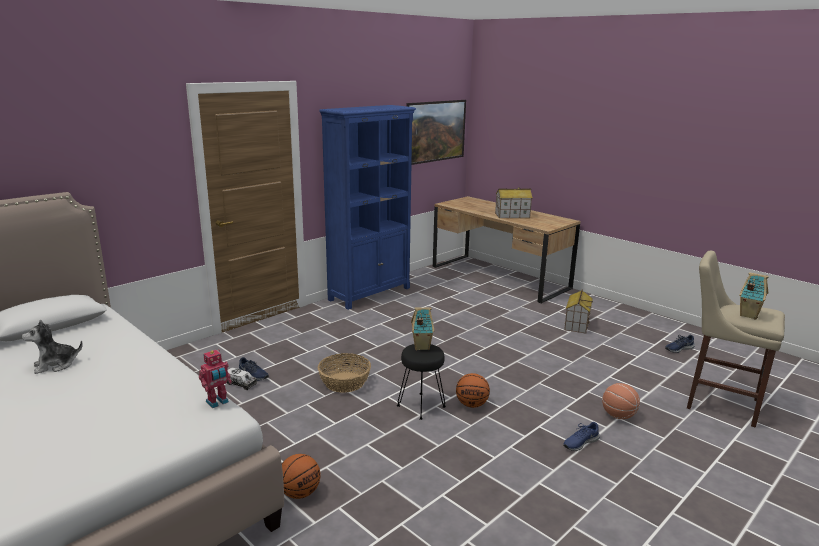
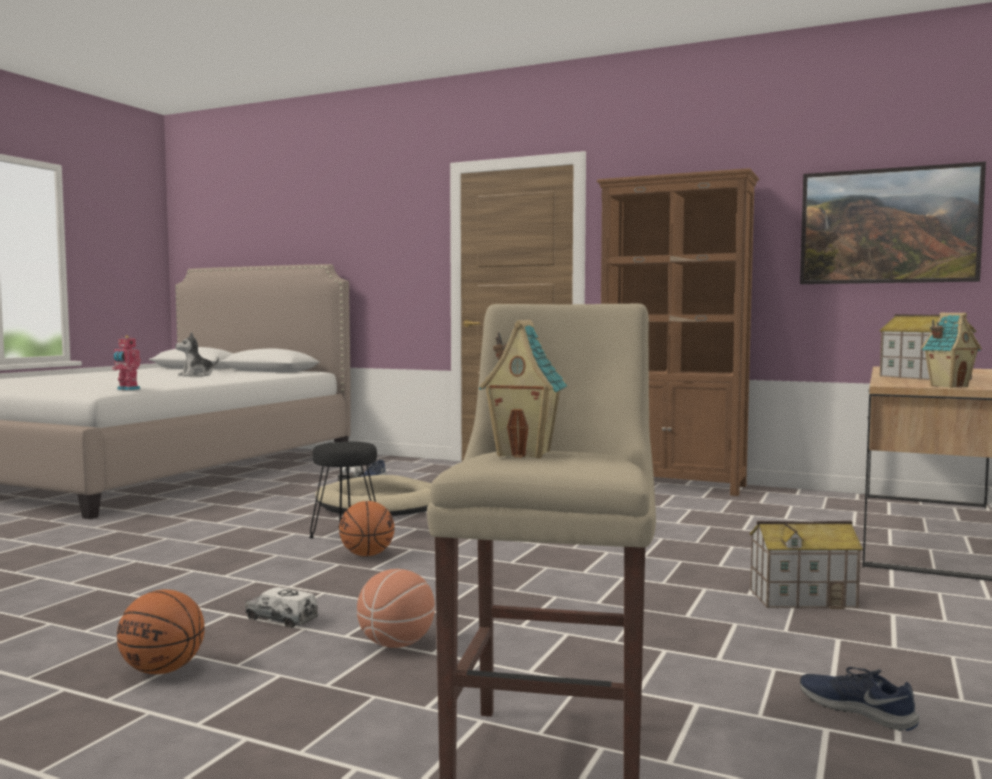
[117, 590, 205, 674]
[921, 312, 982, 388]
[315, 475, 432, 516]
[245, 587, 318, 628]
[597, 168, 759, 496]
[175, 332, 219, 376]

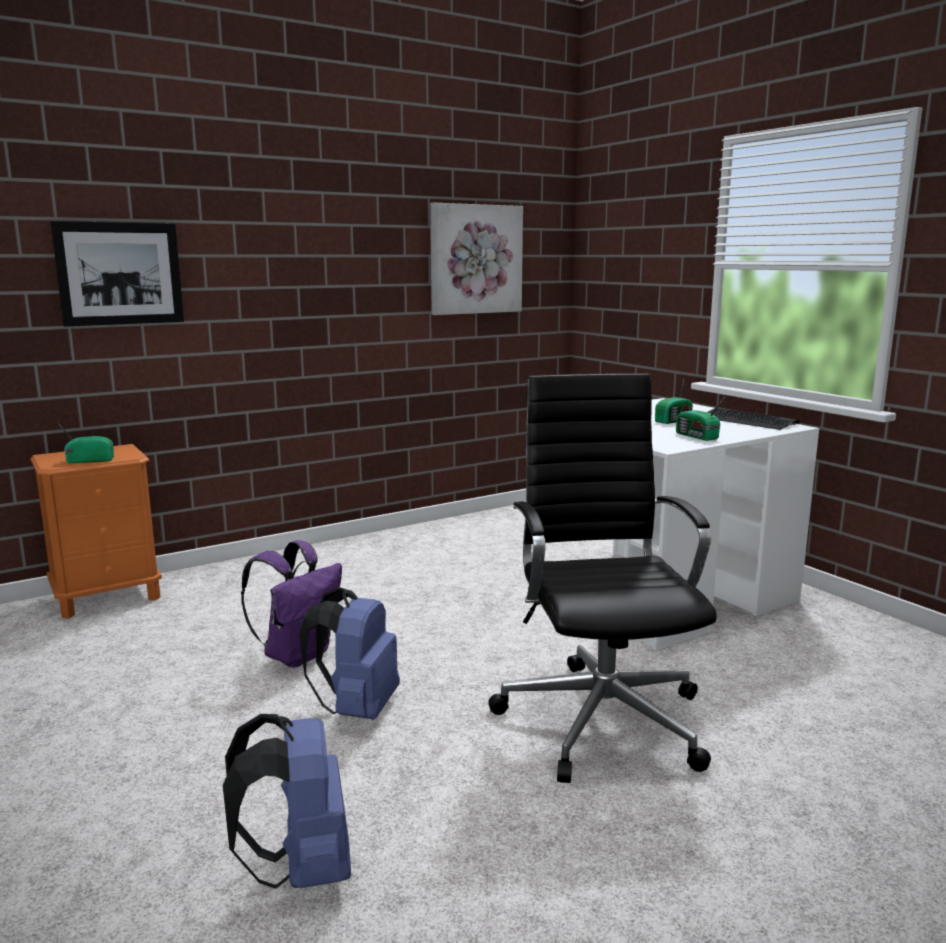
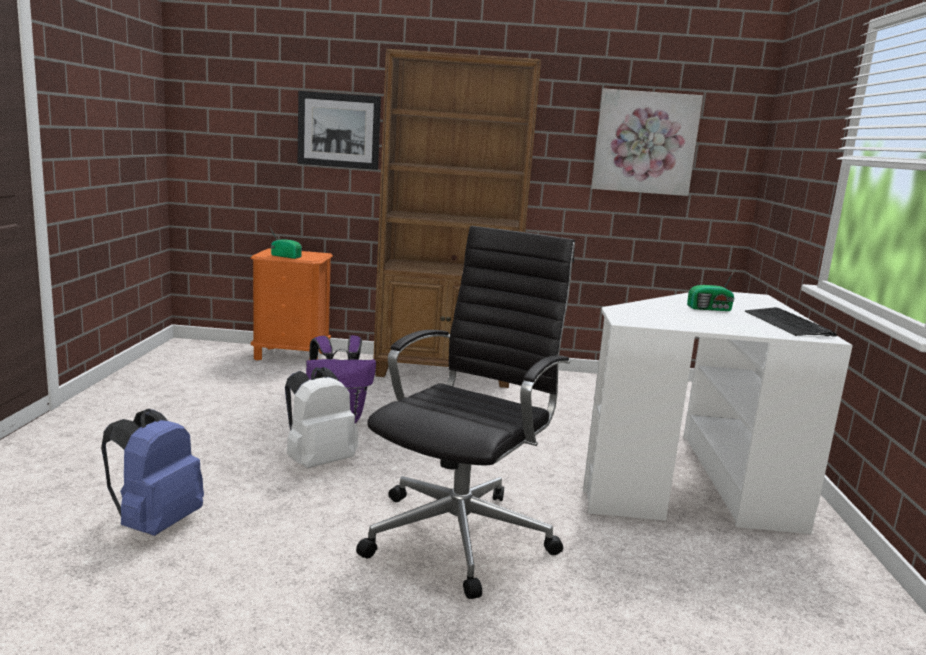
[676, 395, 726, 441] (first image)
[373, 49, 541, 388]
[285, 367, 358, 468]

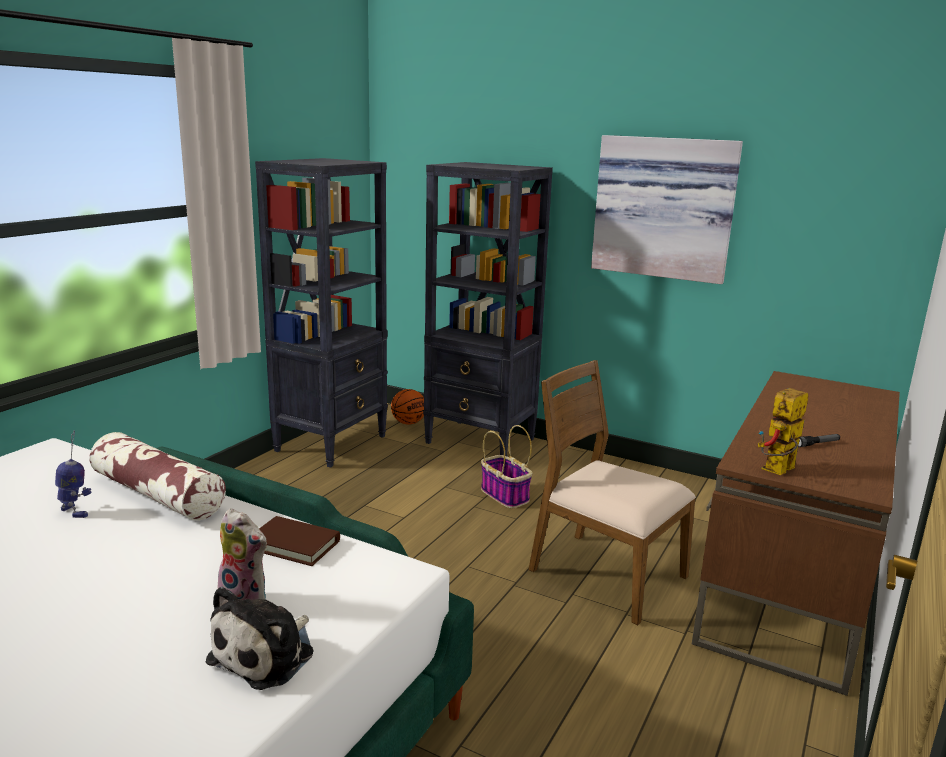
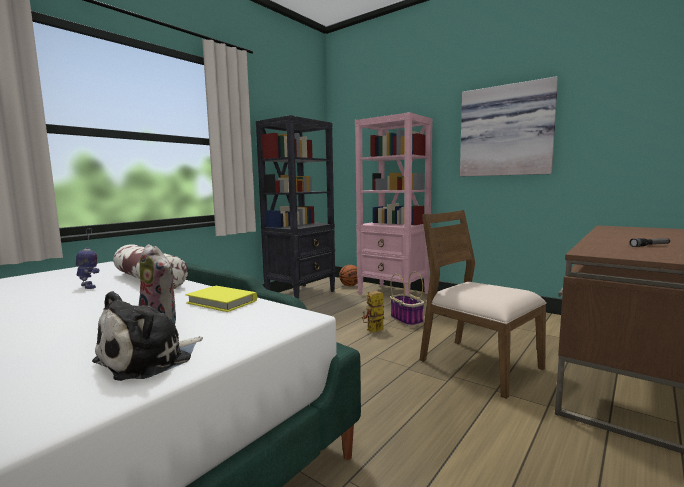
[362, 291, 384, 333]
[186, 286, 257, 312]
[355, 112, 433, 295]

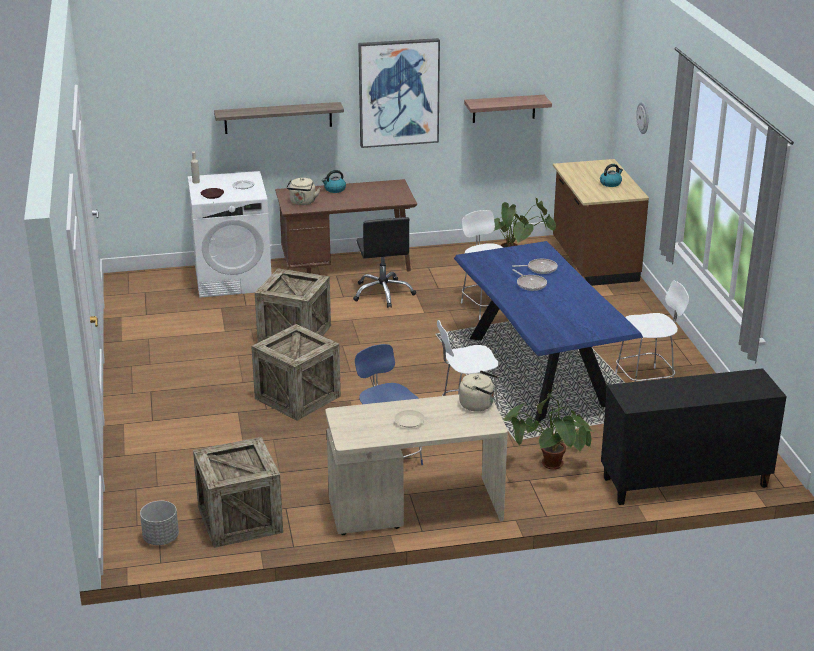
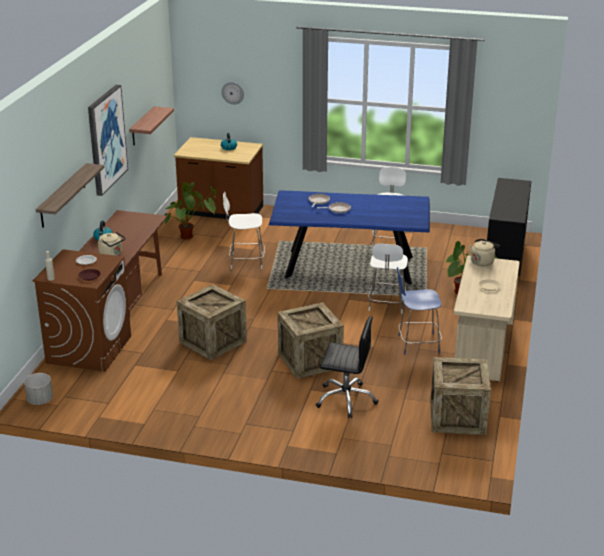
[24, 373, 53, 405]
[316, 316, 378, 418]
[32, 249, 131, 372]

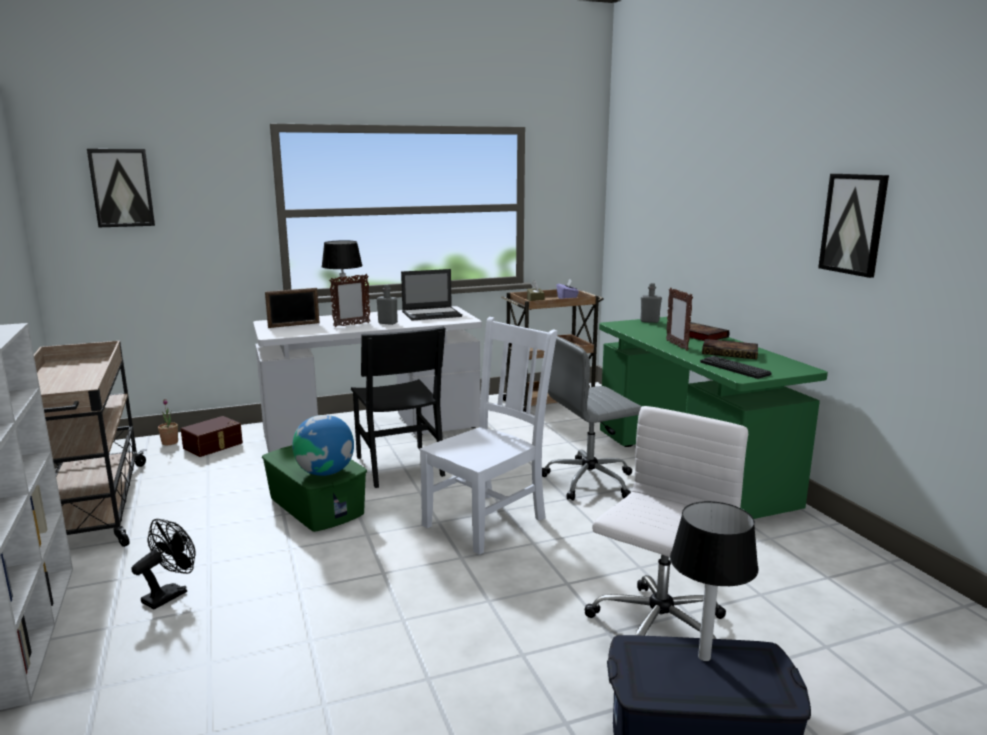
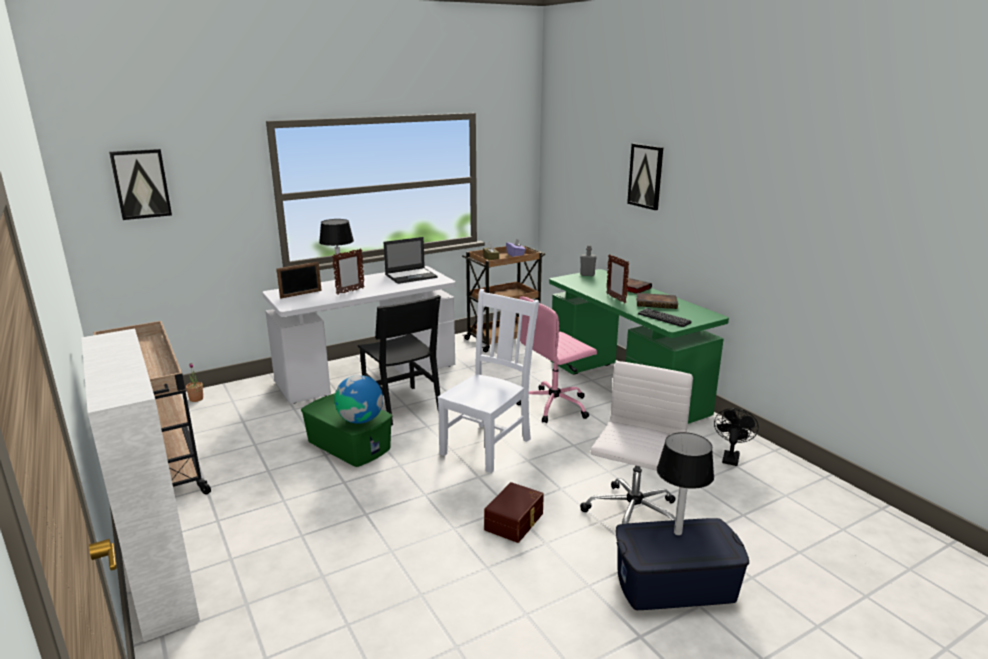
[377, 284, 398, 325] (first image)
[714, 408, 759, 466]
[484, 482, 544, 543]
[627, 144, 663, 210]
[516, 296, 597, 423]

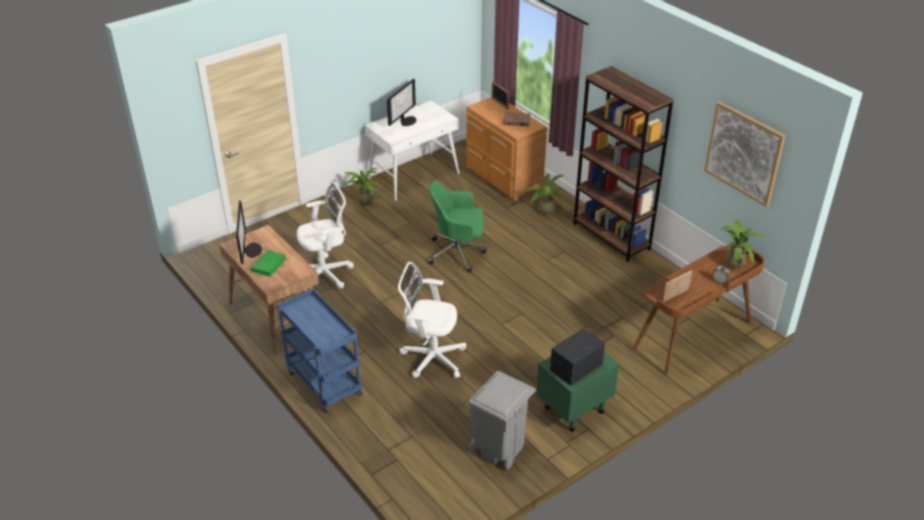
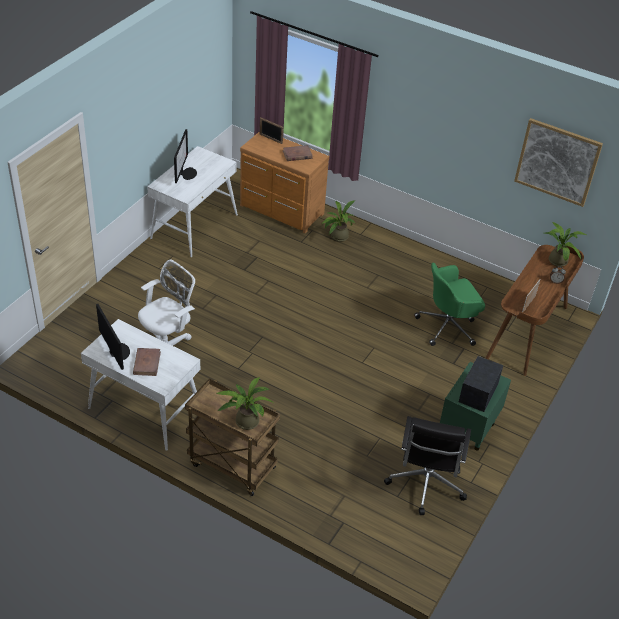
[398, 262, 466, 379] (first image)
[573, 66, 674, 262] (first image)
[217, 377, 274, 430]
[414, 263, 485, 346]
[384, 416, 471, 515]
[81, 319, 201, 451]
[133, 348, 161, 376]
[185, 379, 280, 496]

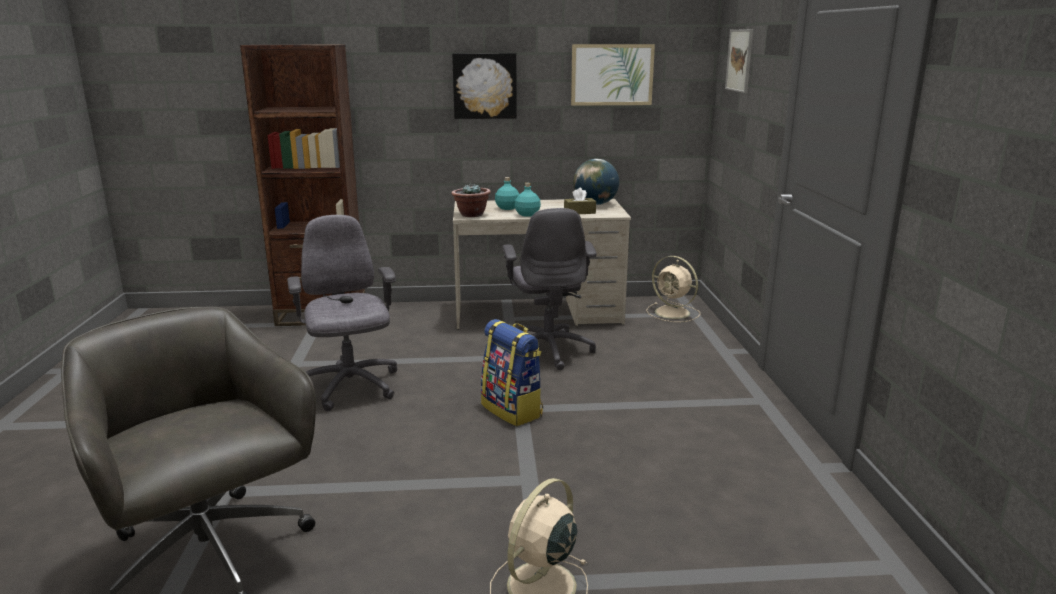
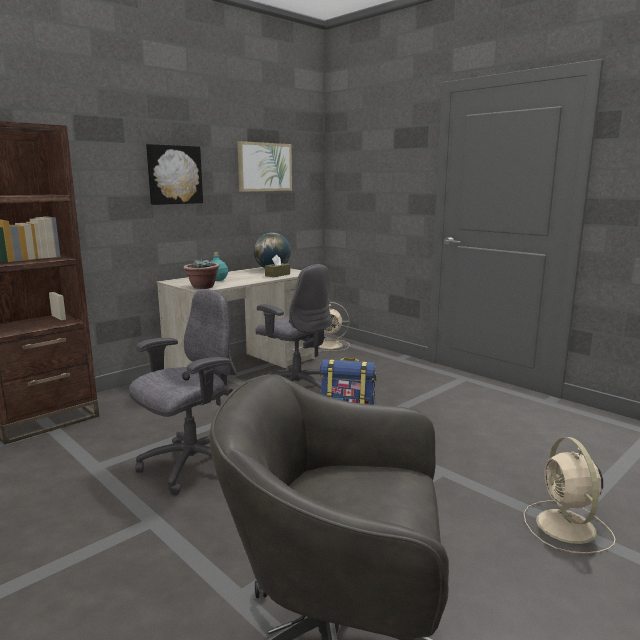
[515, 183, 541, 217] (first image)
[725, 29, 753, 93] (first image)
[129, 289, 236, 495]

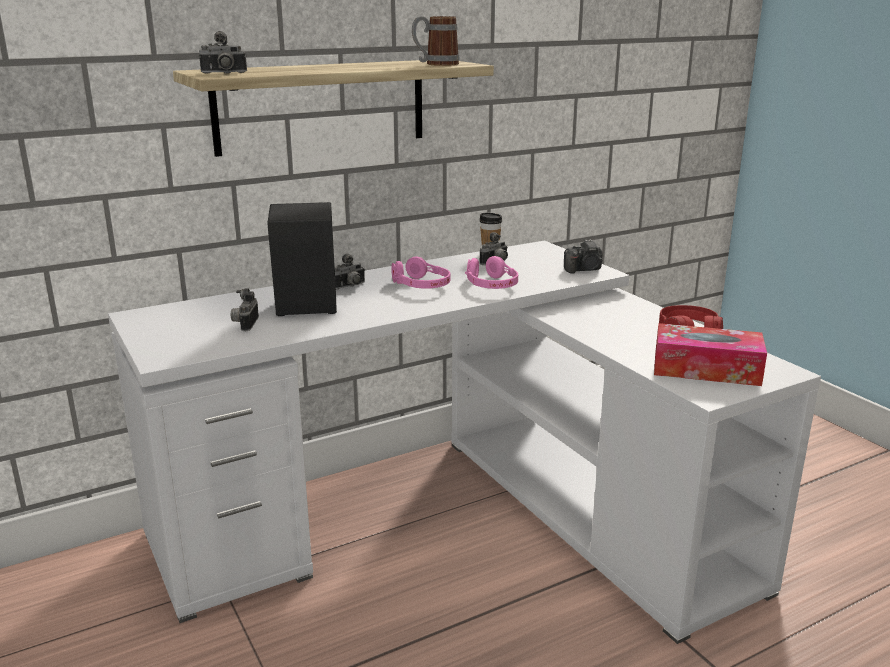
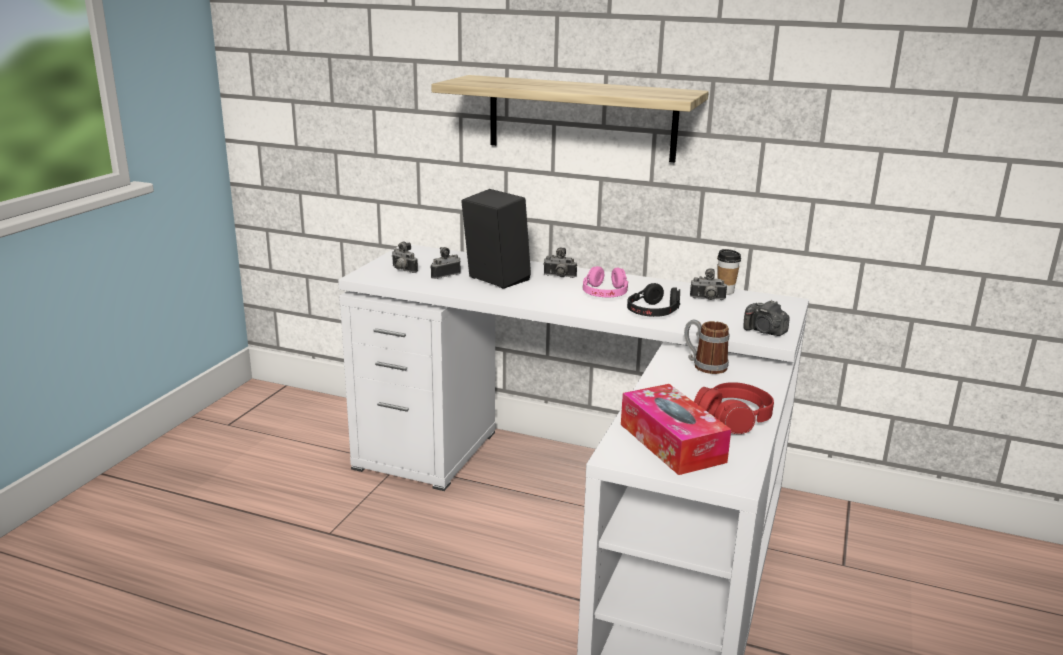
[392, 242, 418, 273]
[684, 319, 729, 374]
[627, 283, 680, 317]

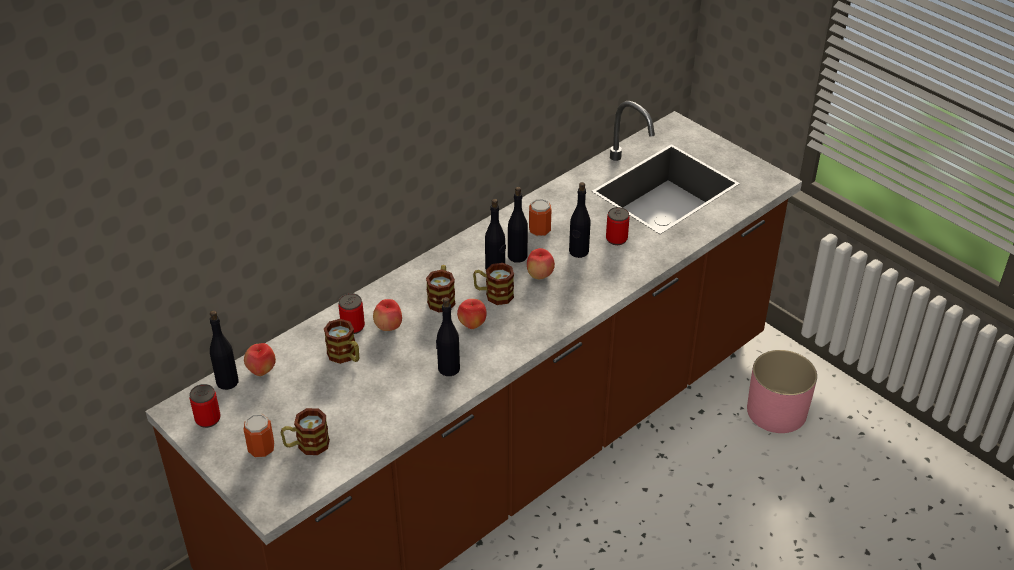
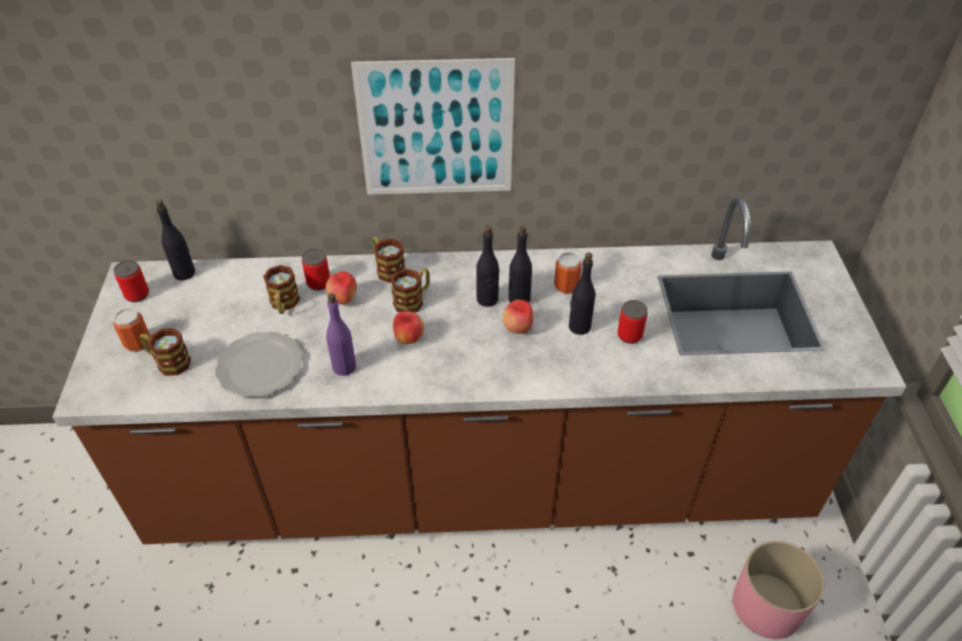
[244, 343, 276, 376] (first image)
[215, 332, 303, 397]
[351, 58, 515, 195]
[372, 237, 405, 283]
[326, 293, 356, 376]

